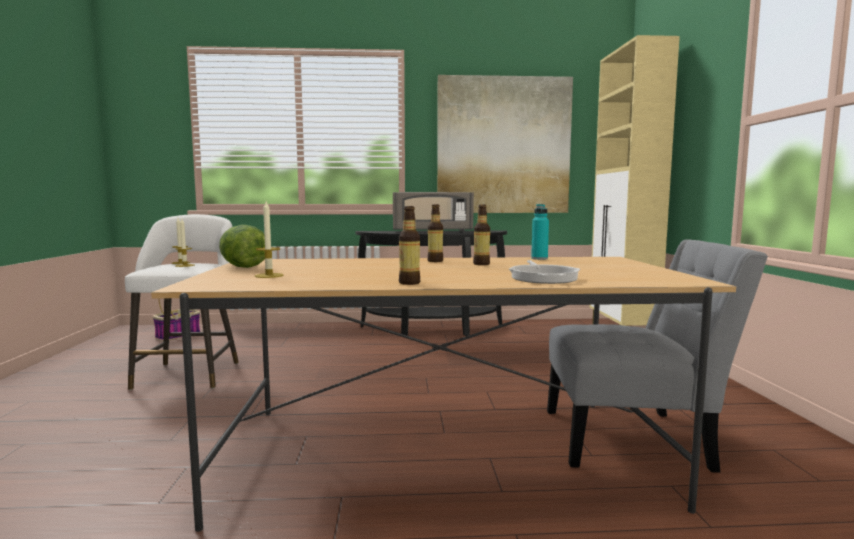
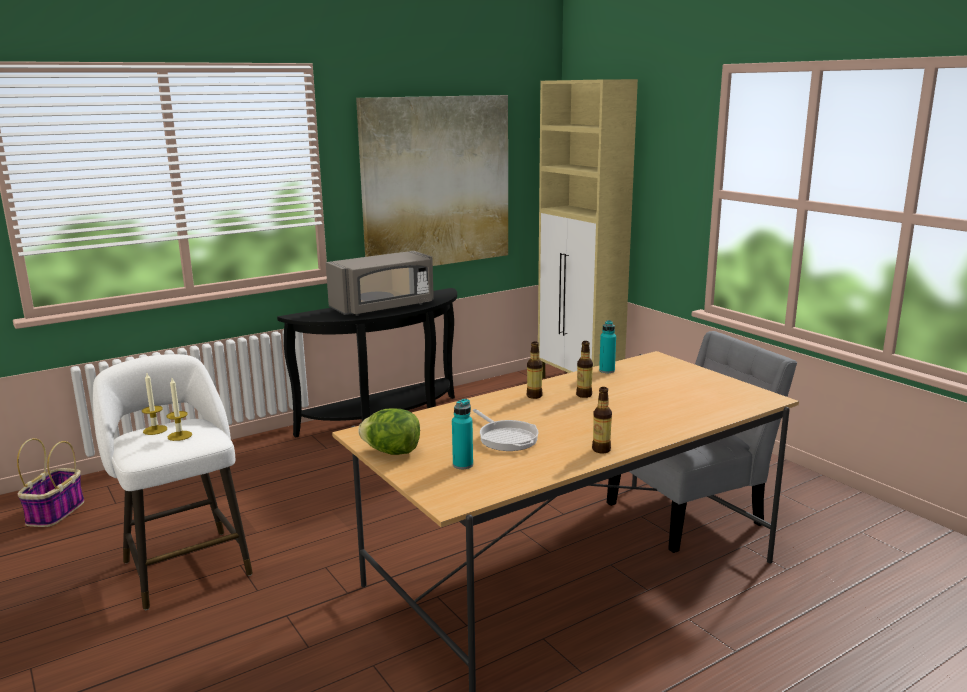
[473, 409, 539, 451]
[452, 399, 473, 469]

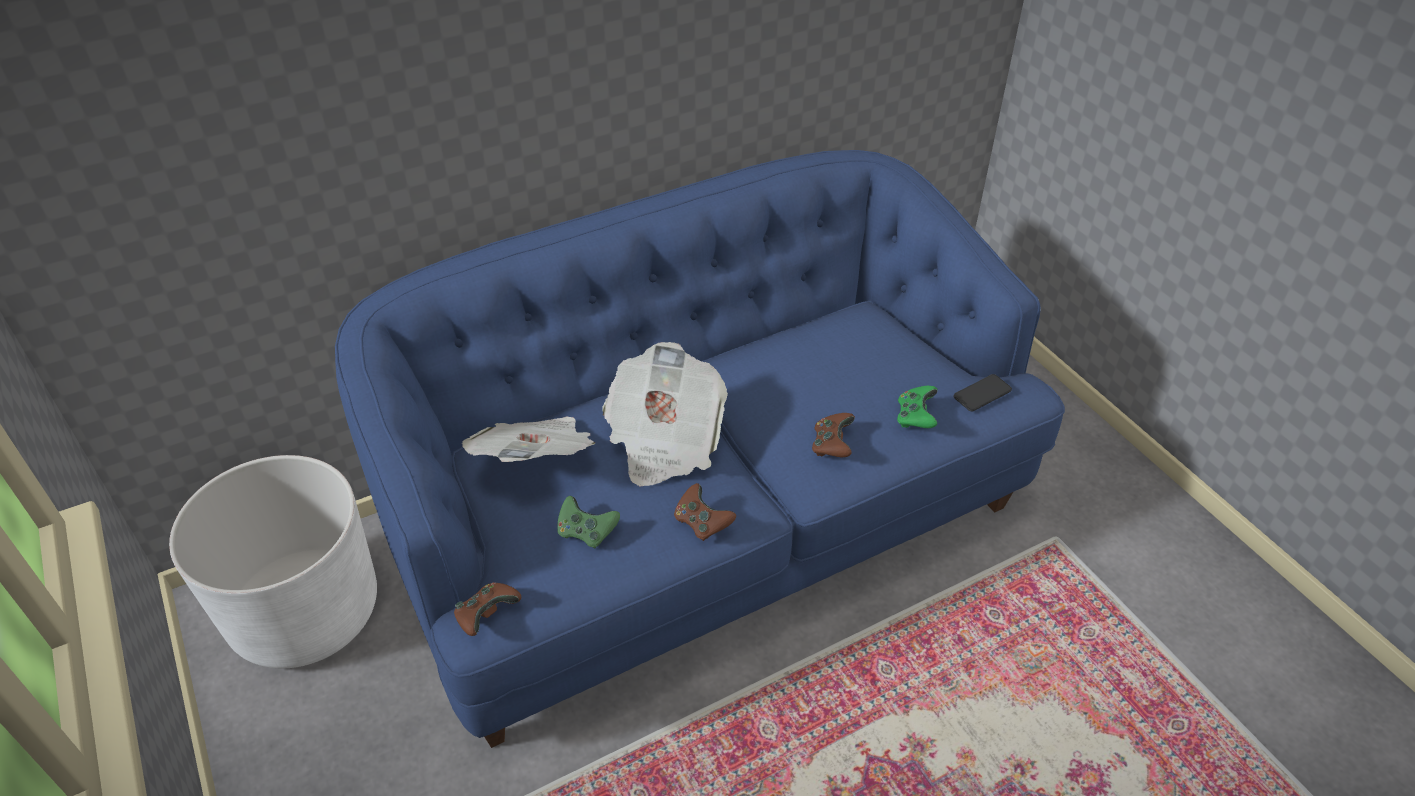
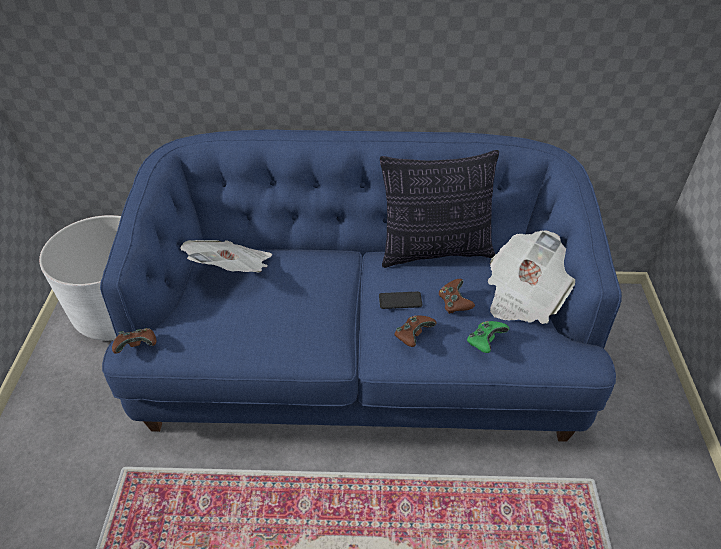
[557, 496, 620, 548] (first image)
[380, 150, 499, 268]
[488, 230, 575, 324]
[439, 279, 475, 314]
[379, 291, 422, 309]

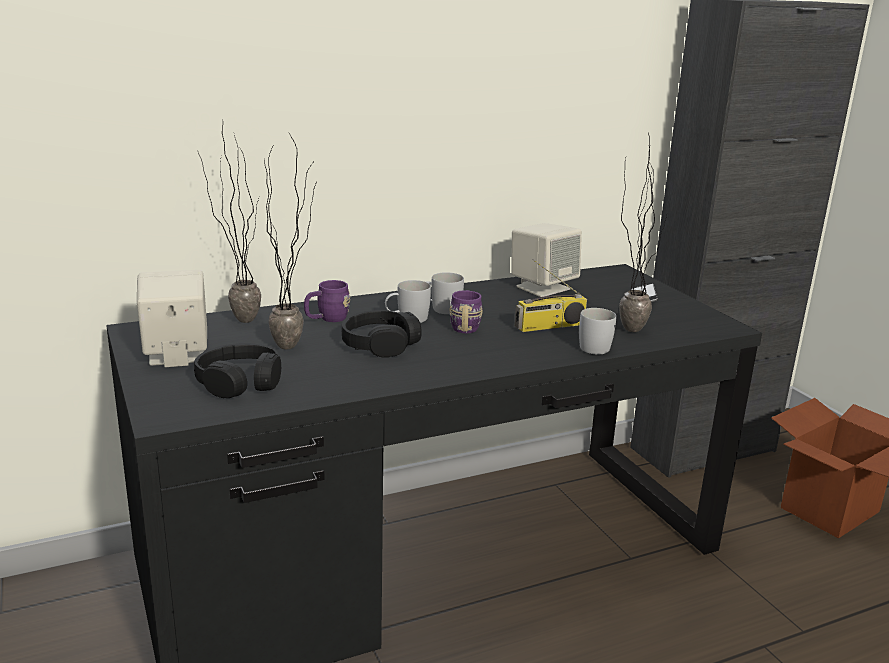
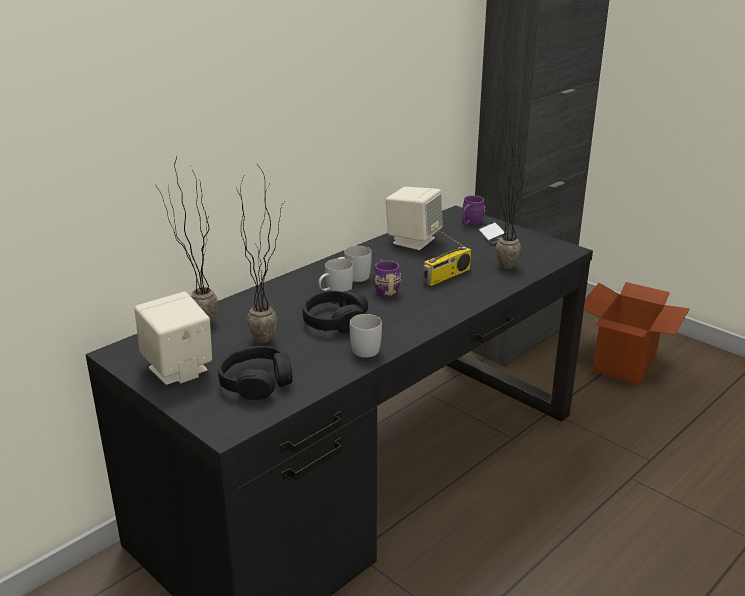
[462, 195, 485, 225]
[350, 314, 382, 358]

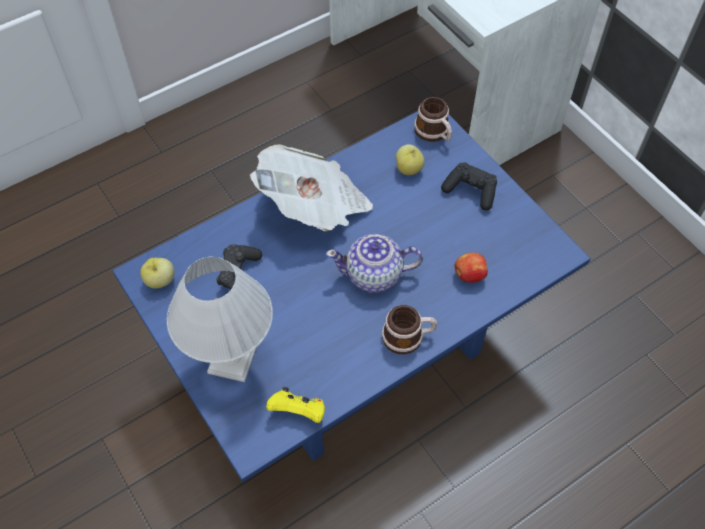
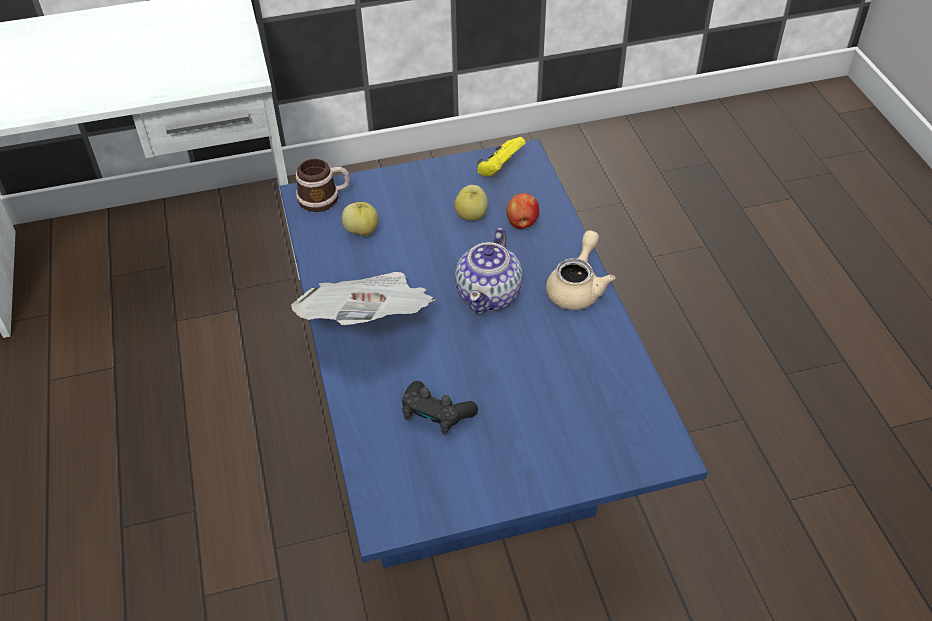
[167, 256, 273, 382] (first image)
[441, 163, 497, 211] (first image)
[454, 185, 488, 221]
[477, 137, 526, 177]
[546, 230, 615, 310]

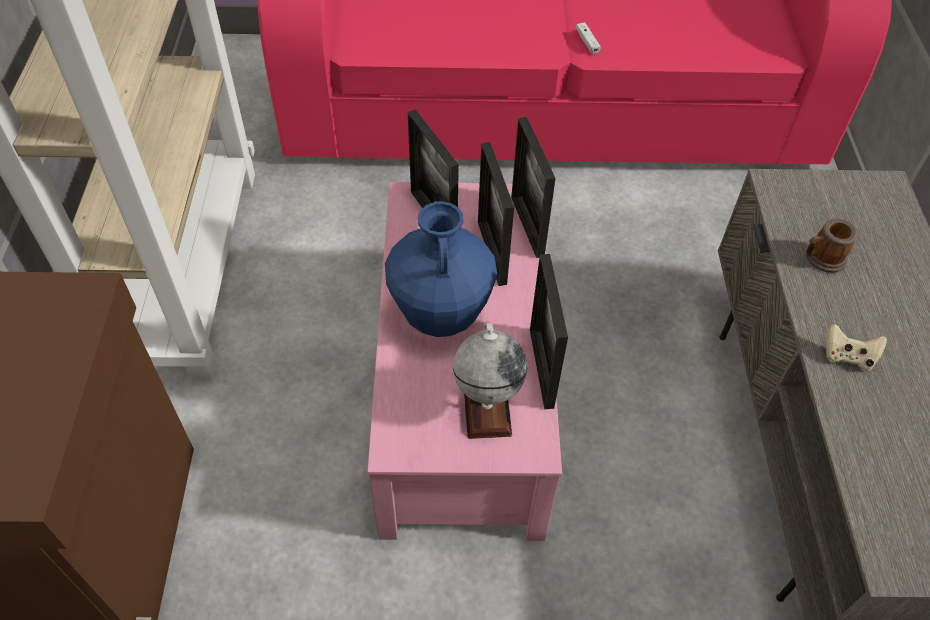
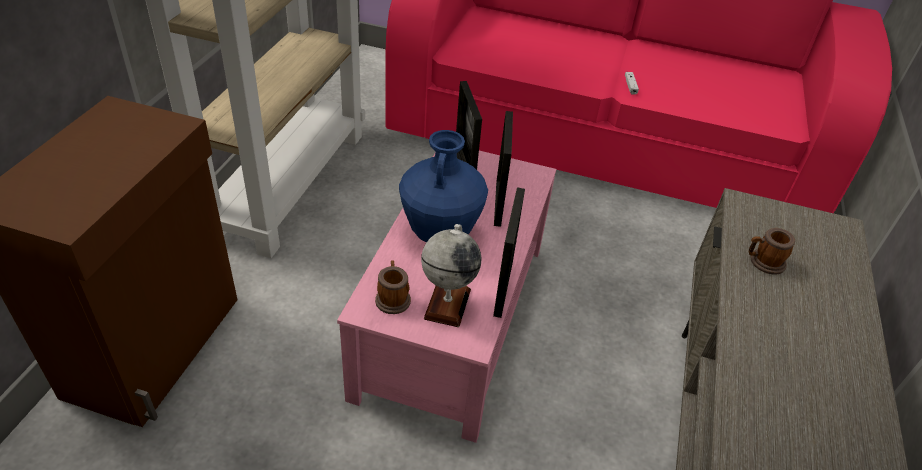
[511, 117, 556, 258] (first image)
[826, 323, 887, 371] (first image)
[375, 260, 411, 314]

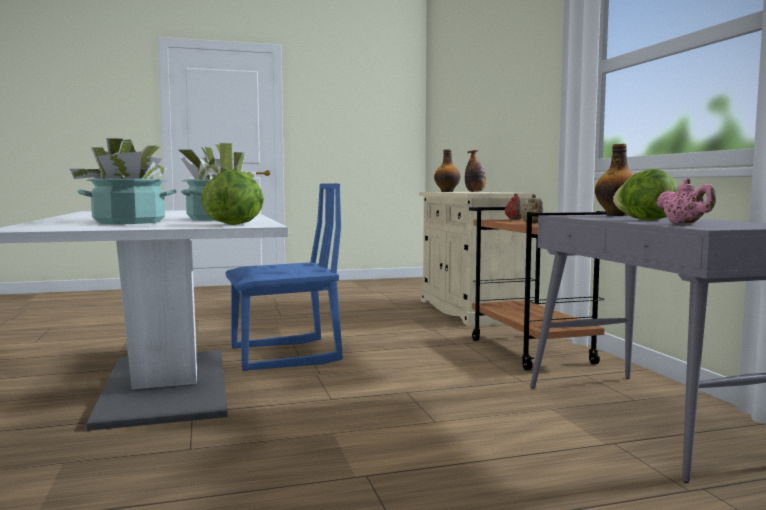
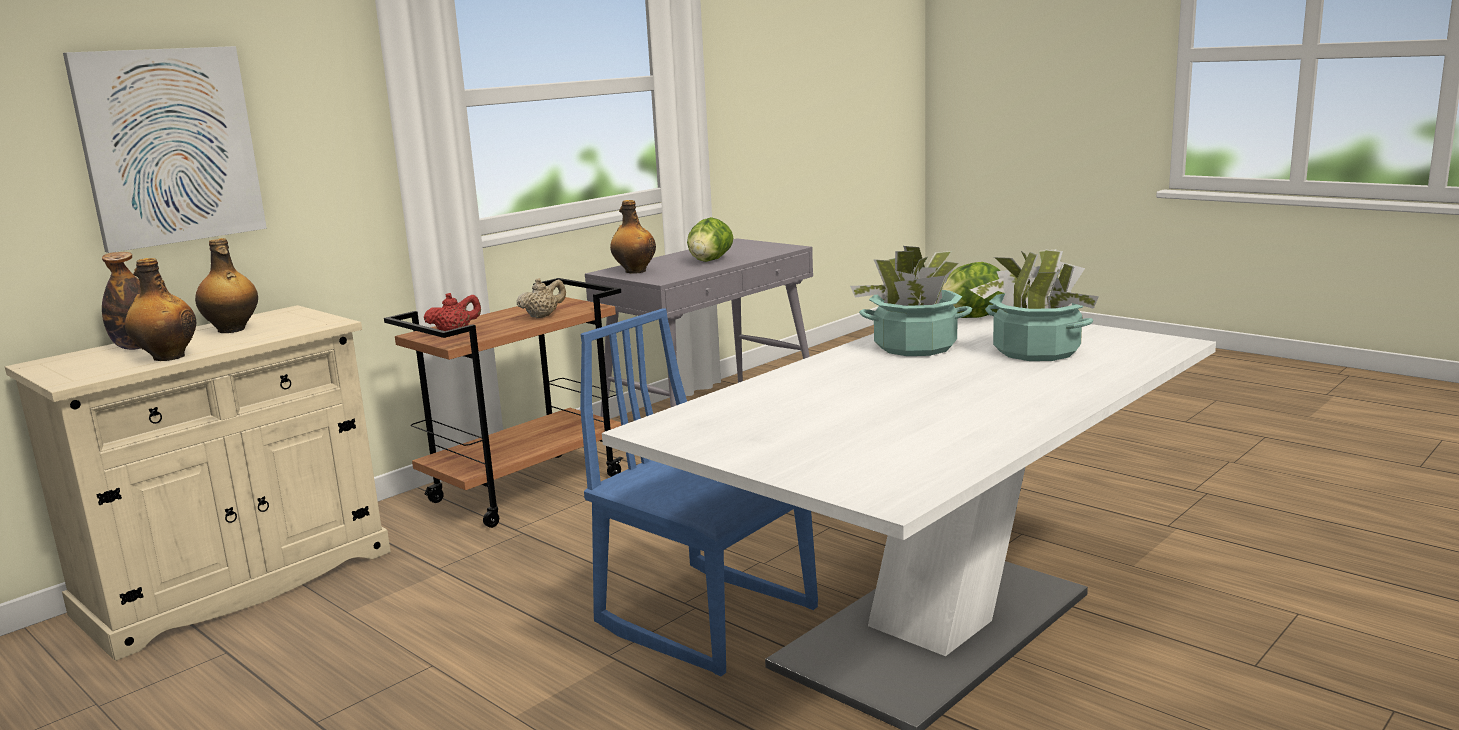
[656, 178, 716, 224] (first image)
[63, 46, 267, 253]
[195, 238, 258, 333]

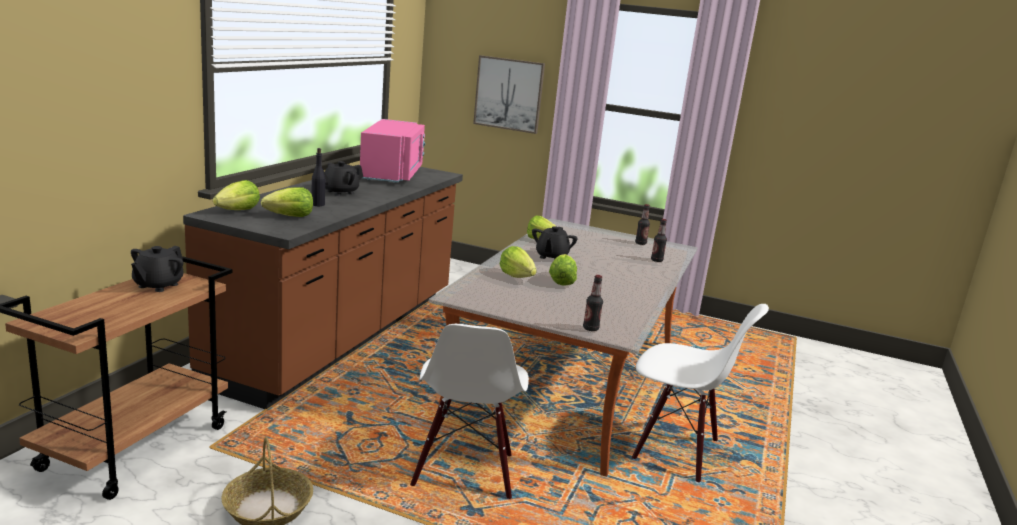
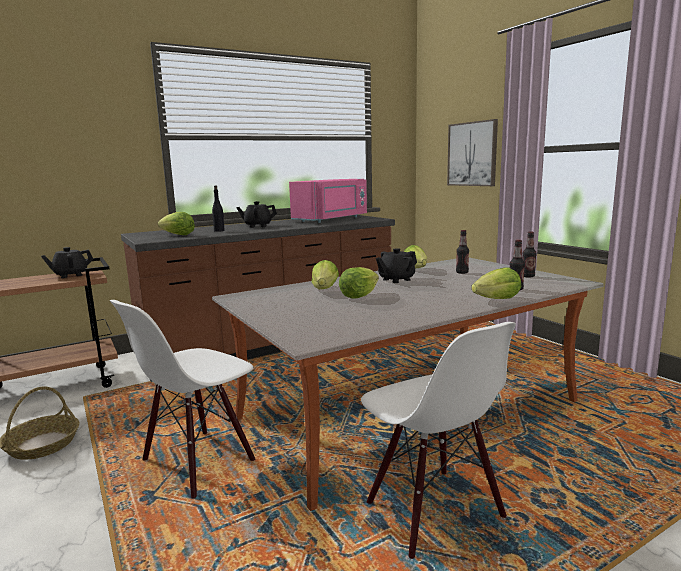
[471, 267, 521, 299]
[456, 230, 469, 274]

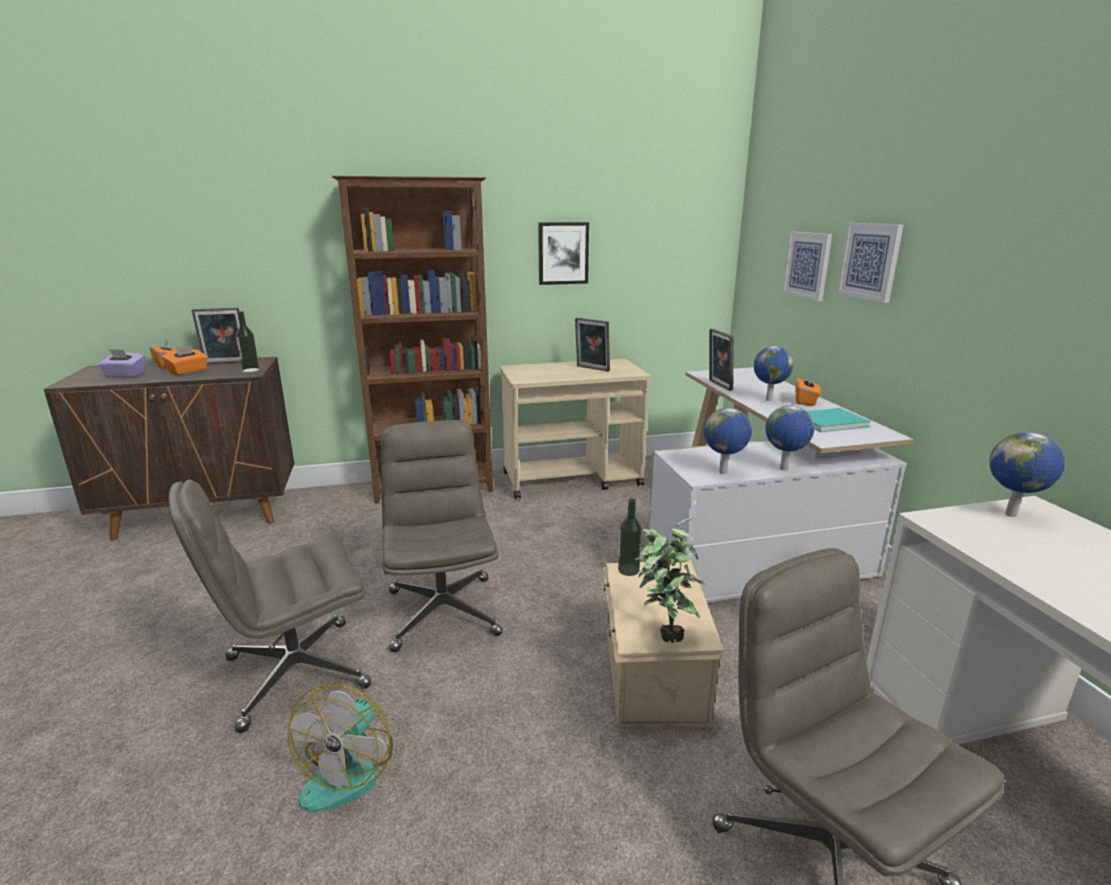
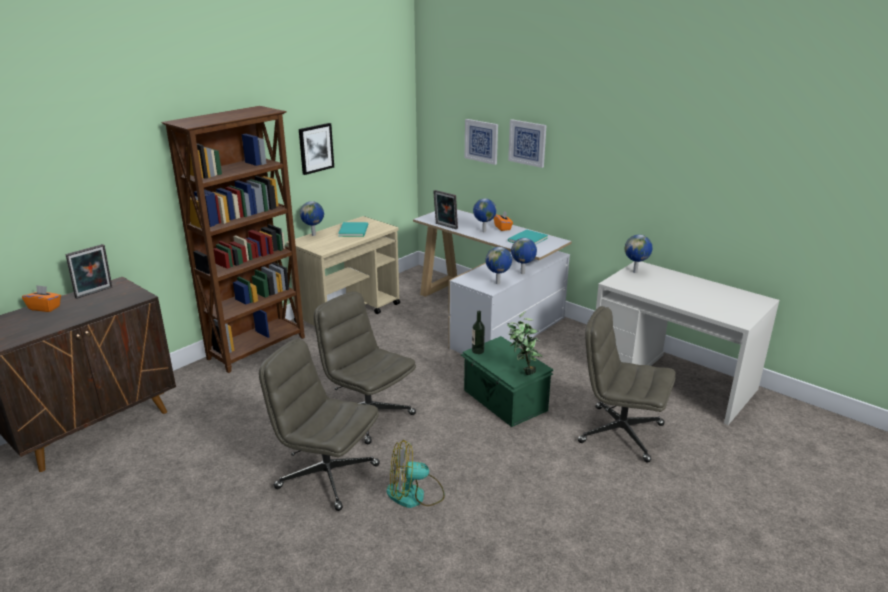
[98, 349, 145, 378] (first image)
[162, 345, 208, 375] (first image)
[236, 311, 260, 372] (first image)
[300, 201, 324, 236]
[338, 222, 368, 237]
[461, 336, 554, 427]
[259, 339, 380, 511]
[387, 440, 445, 508]

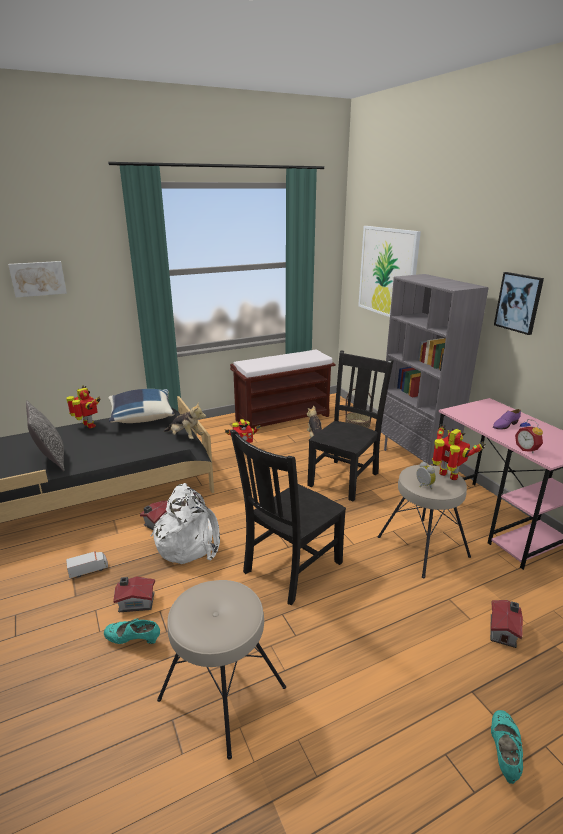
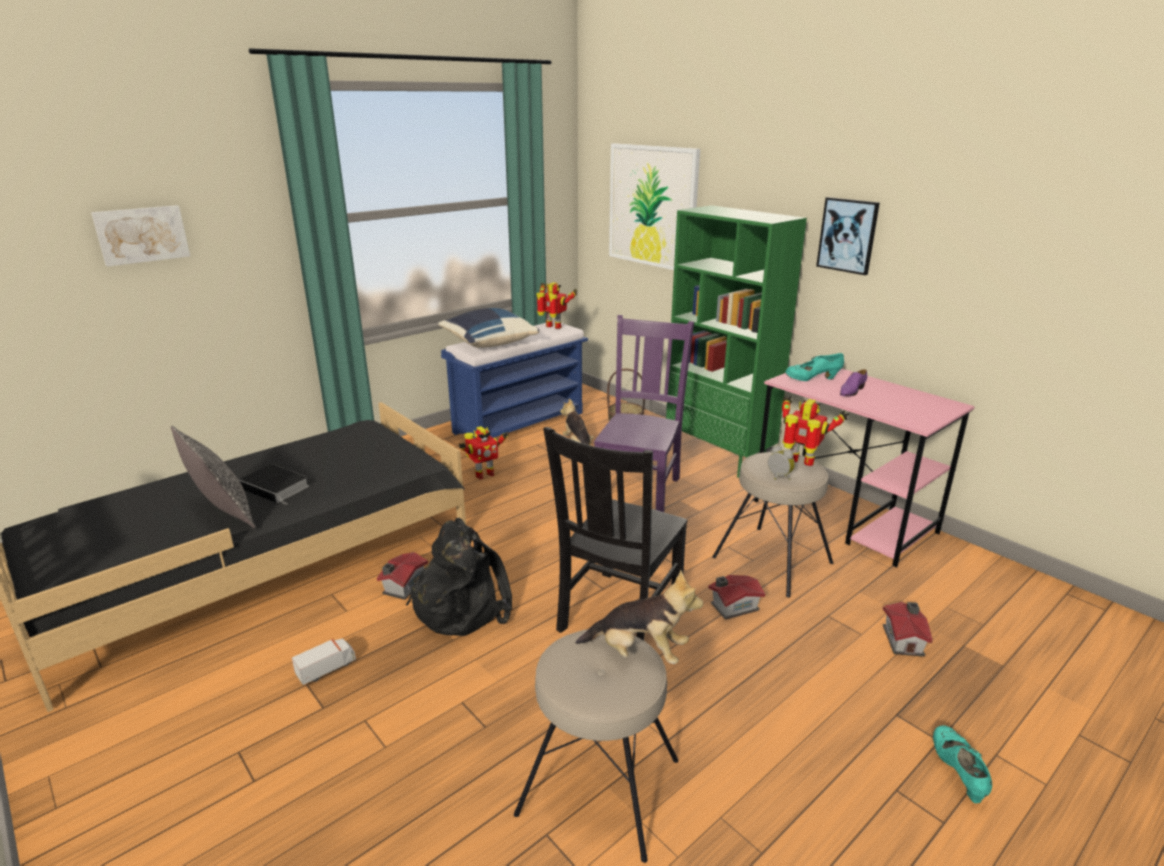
[515, 419, 543, 453] (first image)
[239, 464, 309, 505]
[537, 282, 577, 329]
[785, 353, 844, 381]
[438, 308, 540, 348]
[708, 575, 765, 620]
[576, 570, 703, 664]
[406, 518, 512, 636]
[441, 321, 588, 438]
[594, 315, 694, 512]
[666, 205, 807, 478]

